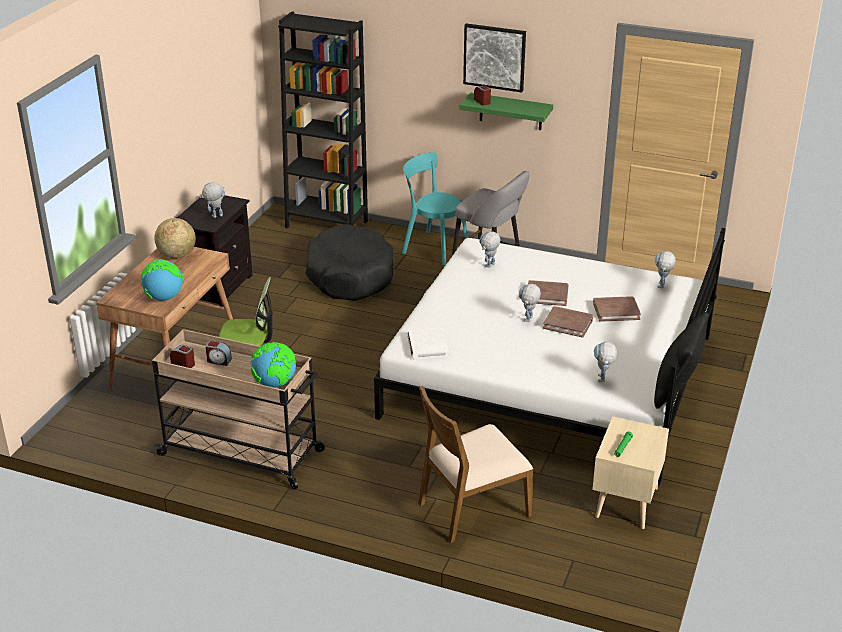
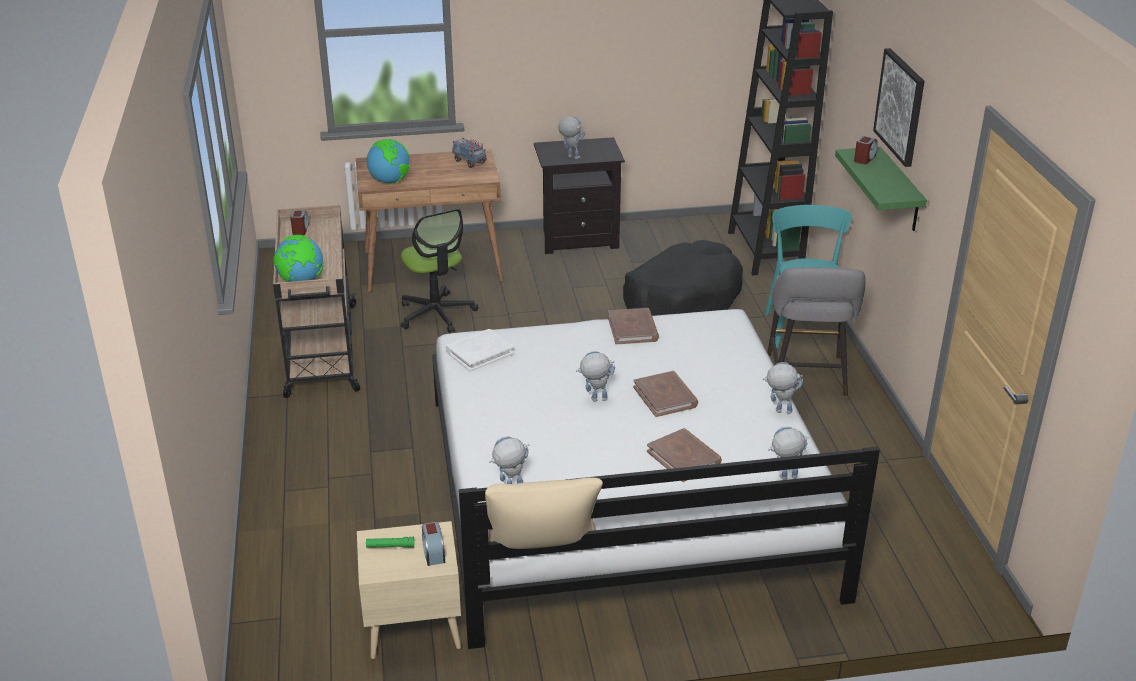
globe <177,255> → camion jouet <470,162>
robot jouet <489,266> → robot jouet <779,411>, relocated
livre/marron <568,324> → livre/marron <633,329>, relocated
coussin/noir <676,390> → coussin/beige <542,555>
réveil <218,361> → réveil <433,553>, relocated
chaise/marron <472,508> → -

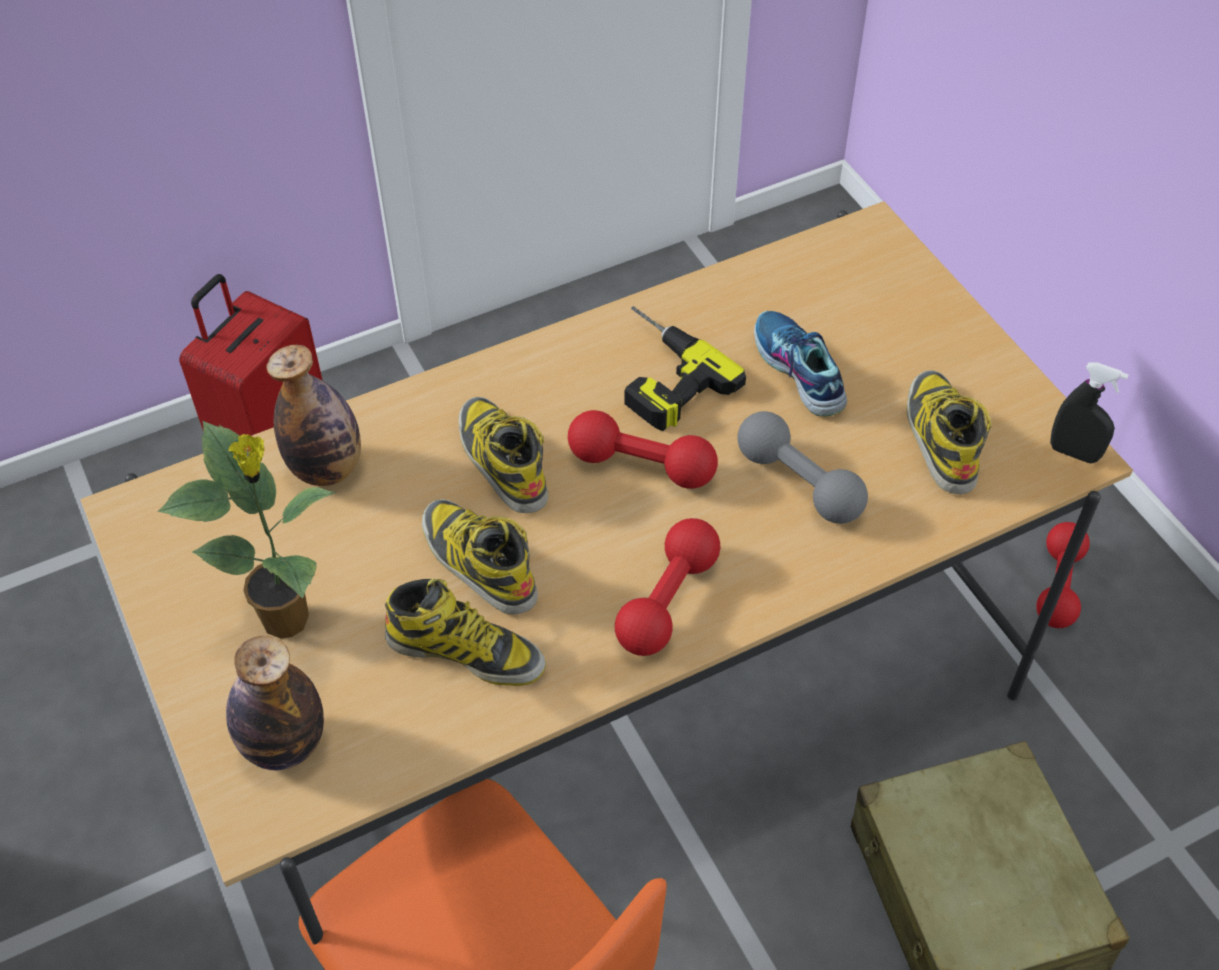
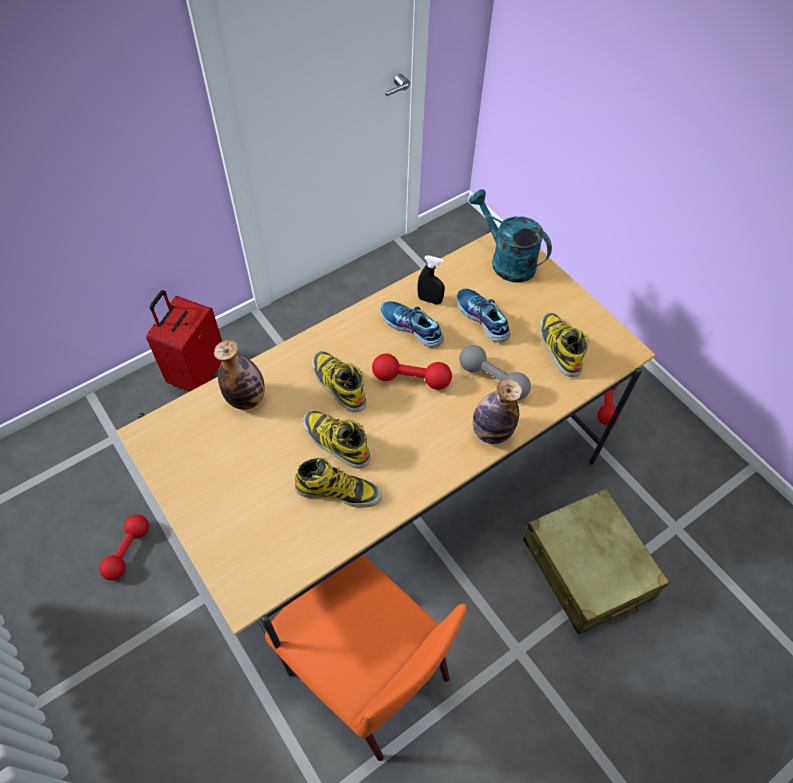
perceuse <657,374> → chaussure <411,328>
vaporisateur/noir <1074,453> → vaporisateur/noir <430,300>, relocated
plante en pot <289,620> → -
haltère/rouge <667,601> → haltère/rouge <128,551>, relocated
bouteille <284,743> → bouteille <491,432>, relocated
- → arrosoir/turquoise <506,260>

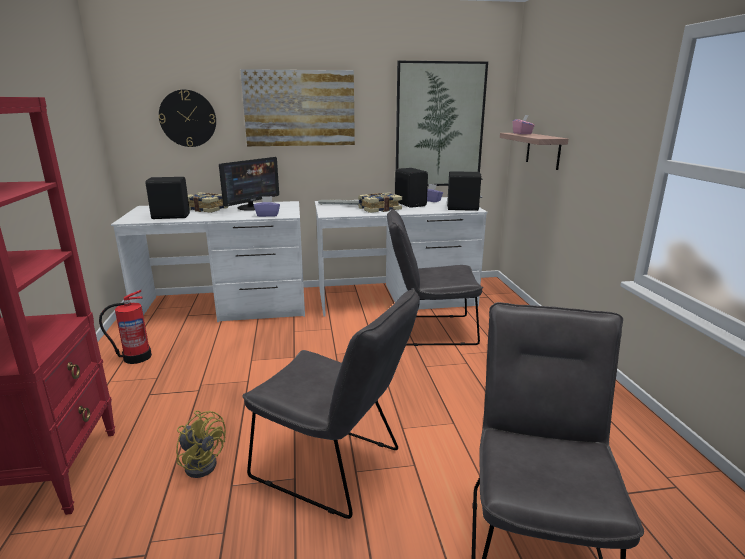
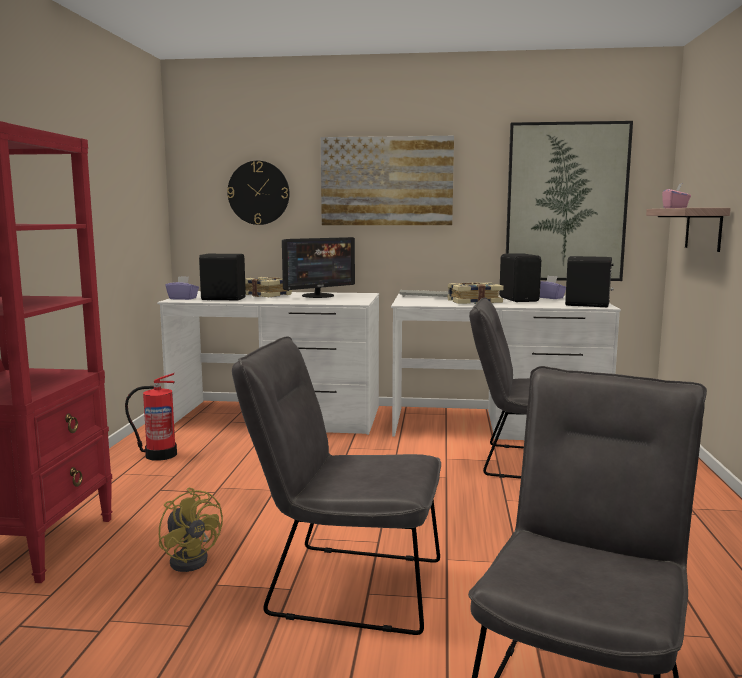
boîte à mouchoirs/violet <268,215> → boîte à mouchoirs/violet <183,298>, relocated
chaise/gris <335,467> → chaise/gris <343,585>, 150 degrees clockwise

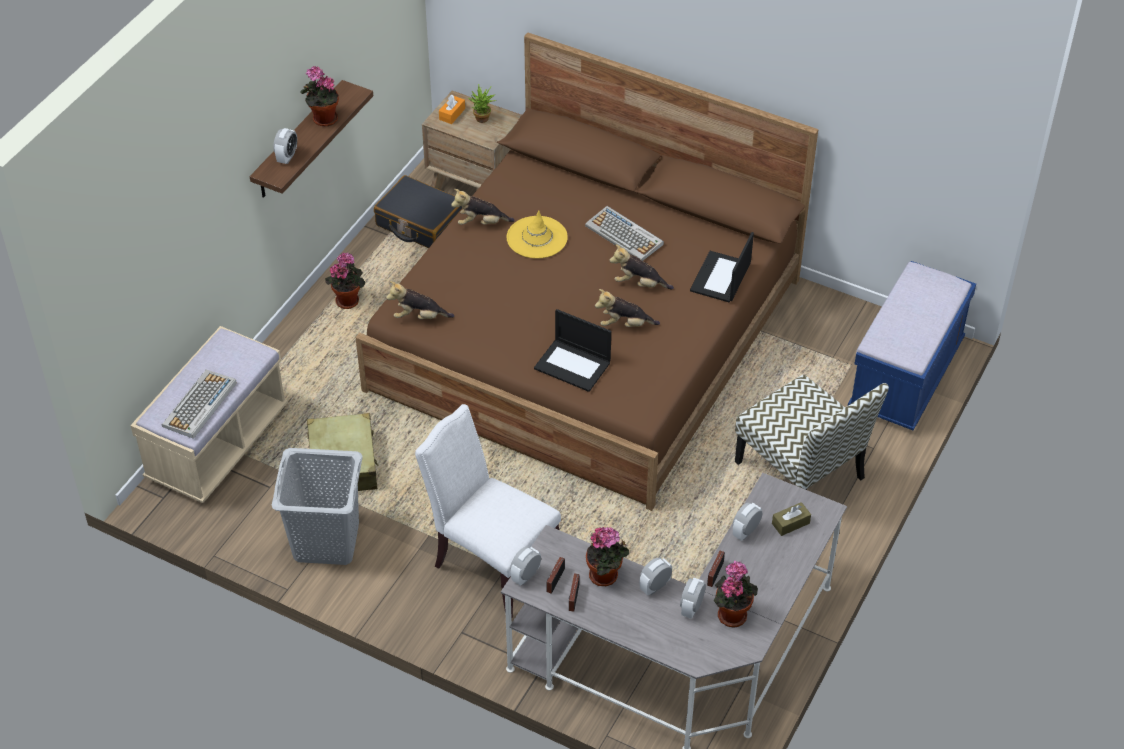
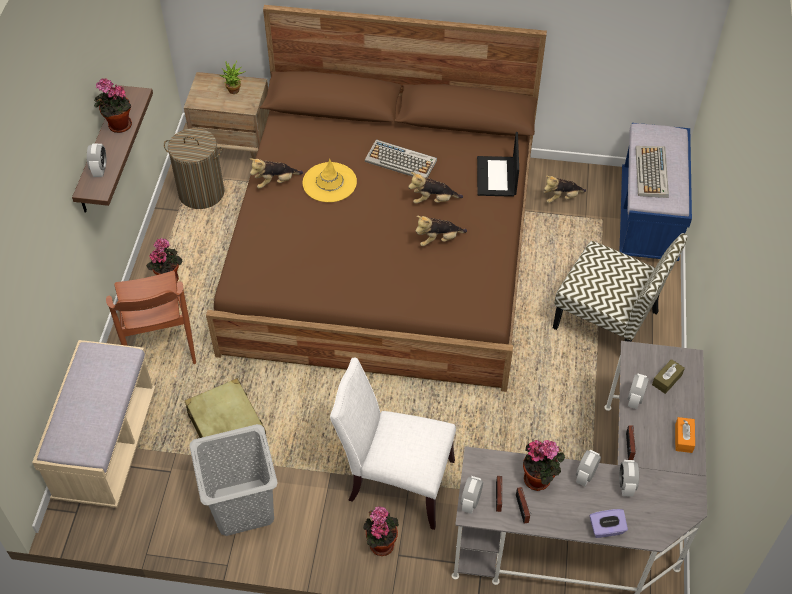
boîte à mouchoirs/orange <452,114> → boîte à mouchoirs/orange <683,438>, relocated
valise/noir <420,223> → panier à linge <201,192>
peluche <419,317> → peluche <561,198>, relocated
ordinateur portable <573,365> → -
clavier <199,405> → clavier <652,173>, relocated
plante en pot <731,613> → plante en pot <380,543>, relocated
- → chaise/marron <159,342>
- → boîte à mouchoirs/violet <606,529>

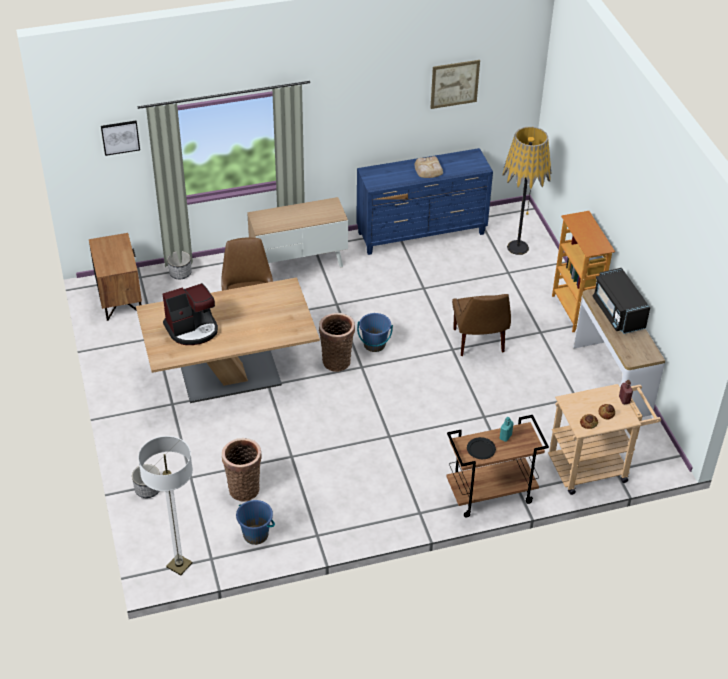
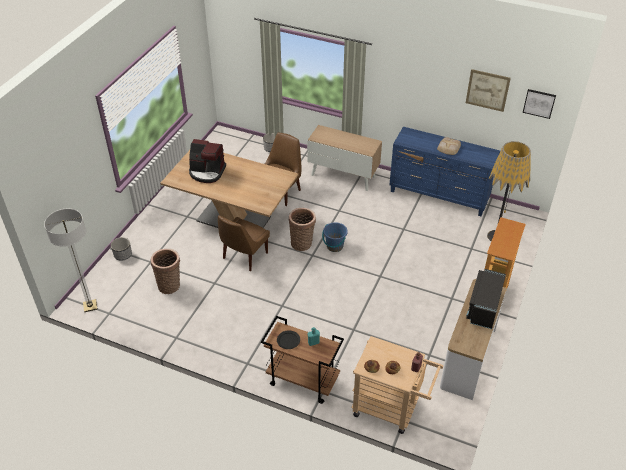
tableau <120,137> → tableau <539,103>, relocated
table de chevet/marron <119,298> → -
chaise/marron <479,342> → chaise/marron <244,256>, relocated
seau/bleu <256,534> → -

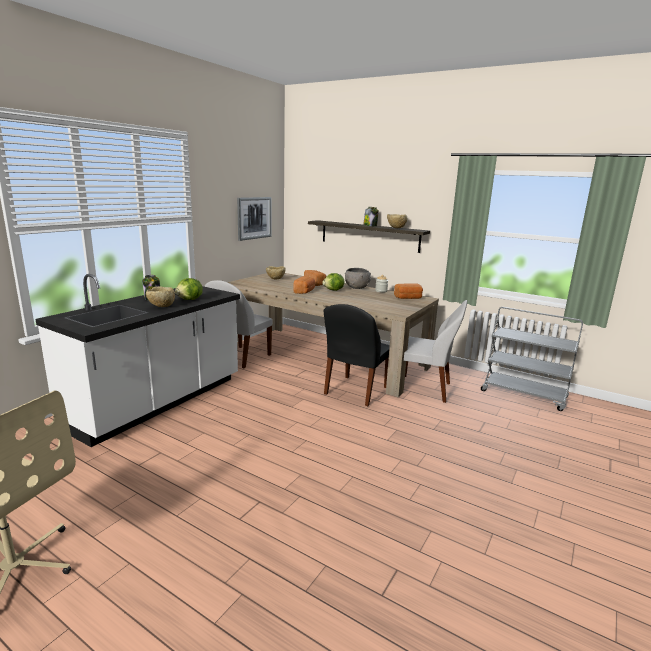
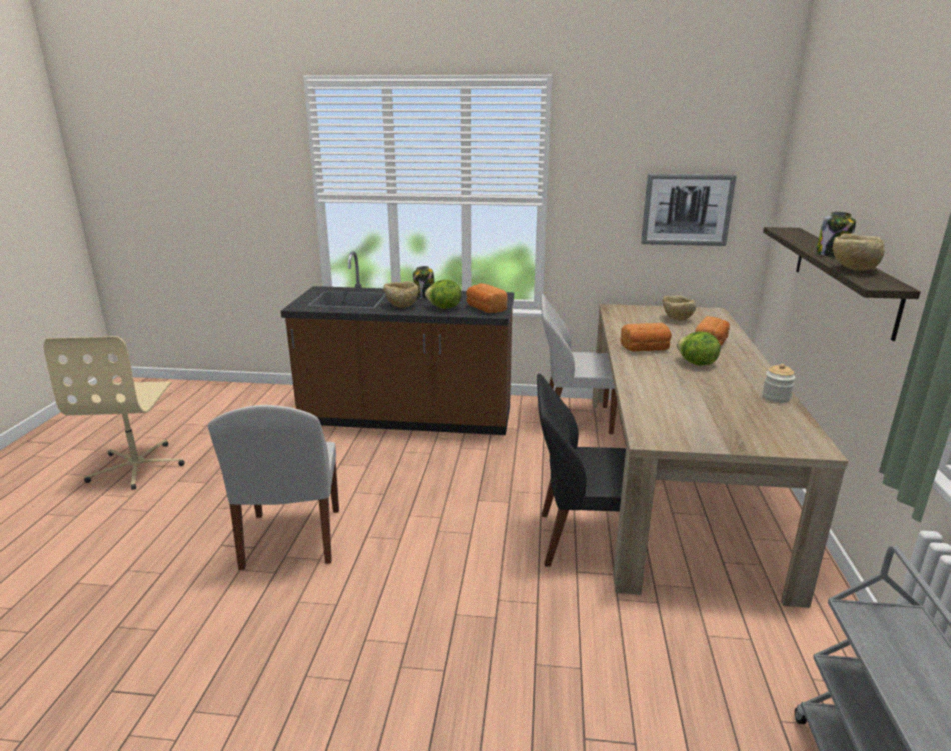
bol/gris <357,287> → -
comptoir de cuisine/blanc <158,402> → comptoir de cuisine/marron <408,418>
pain <408,298> → pain <485,309>, relocated
chaise/blanc <425,389> → chaise/blanc <291,540>, relocated

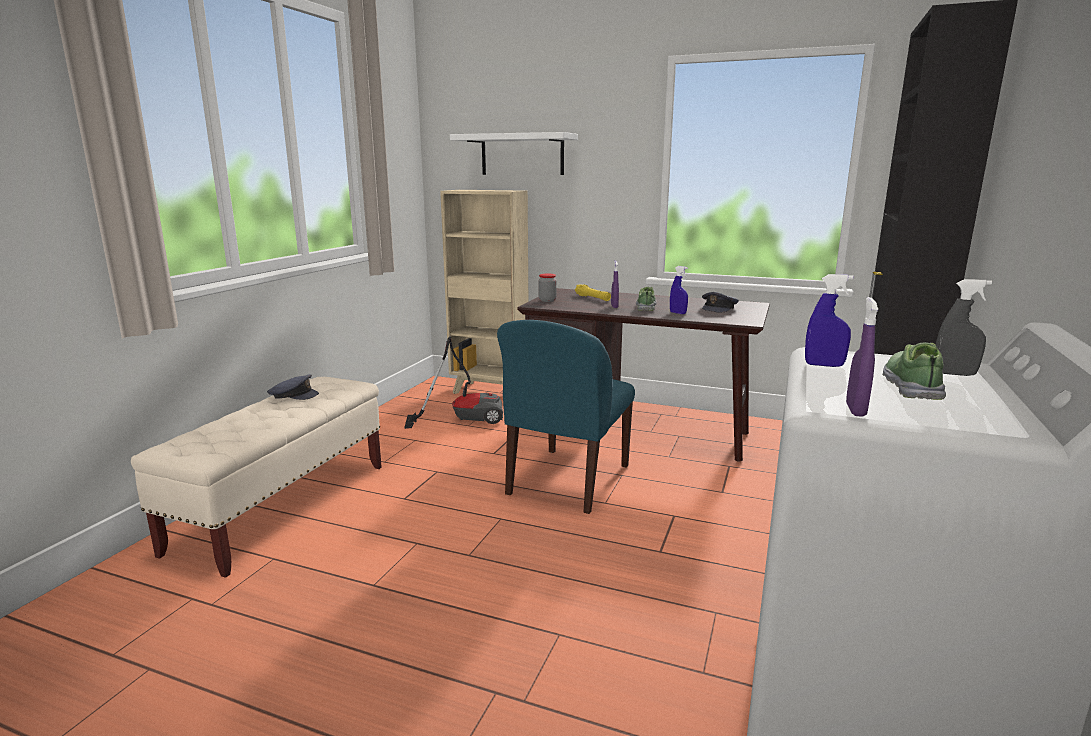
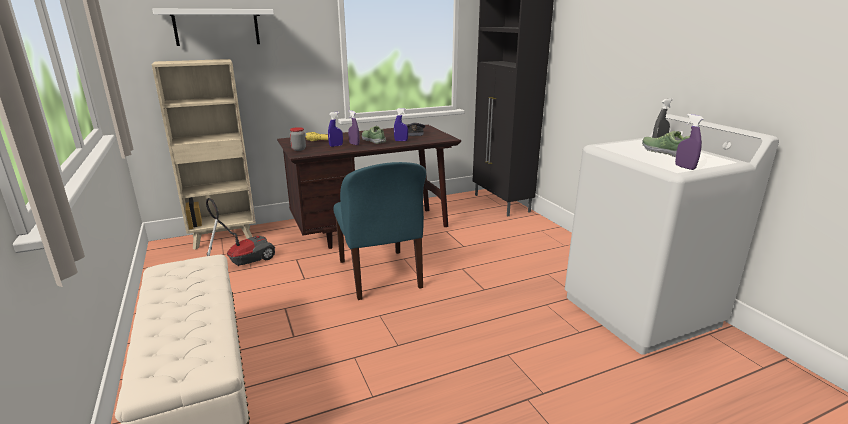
vaporisateur/bleu <824,365> → vaporisateur/bleu <336,146>, relocated
casquette/gris <293,395> → -

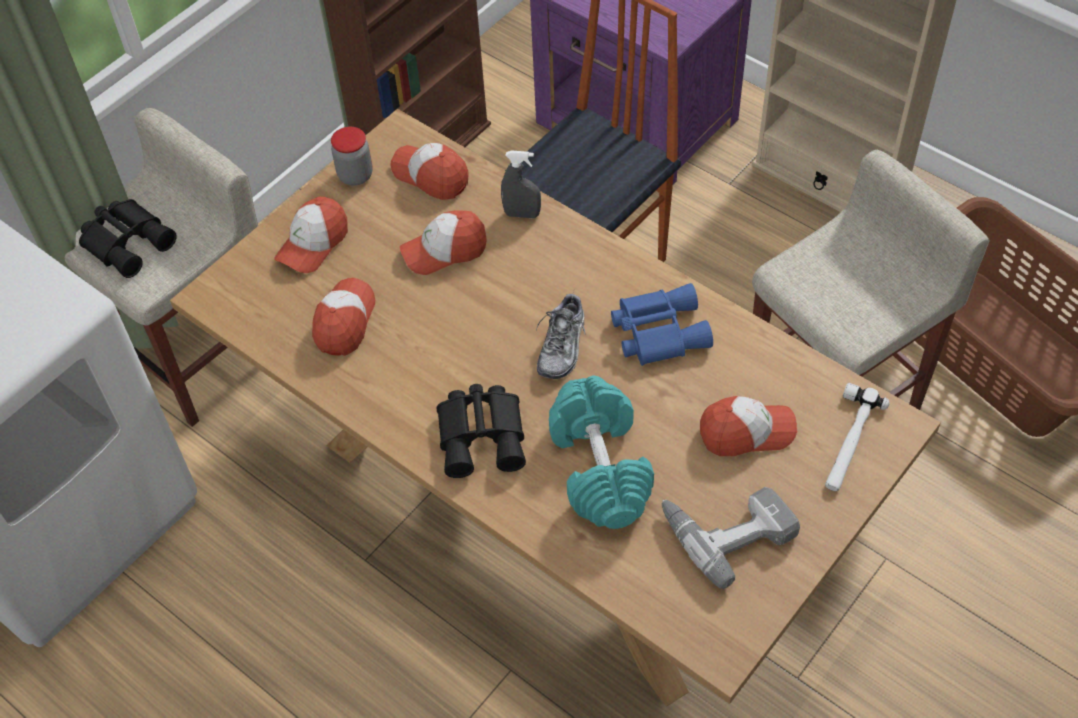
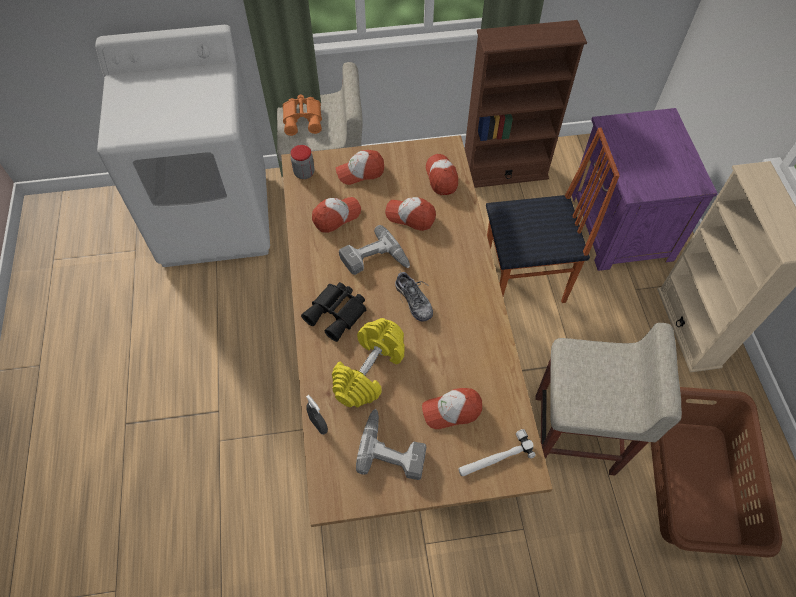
bocal <355,175> → bocal <304,173>, relocated
vaporisateur/gris <522,214> → vaporisateur/gris <318,425>, relocated
jumelles/noir <128,241> → jumelles/orange <303,119>
jumelles/bleu <657,330> → -
chaussure <562,346> → chaussure <413,301>, 90 degrees counterclockwise
haltère/turquoise <601,468> → haltère/jaune <369,370>
casquette <746,432> → casquette <451,410>, 135 degrees clockwise
- → perceuse <375,261>

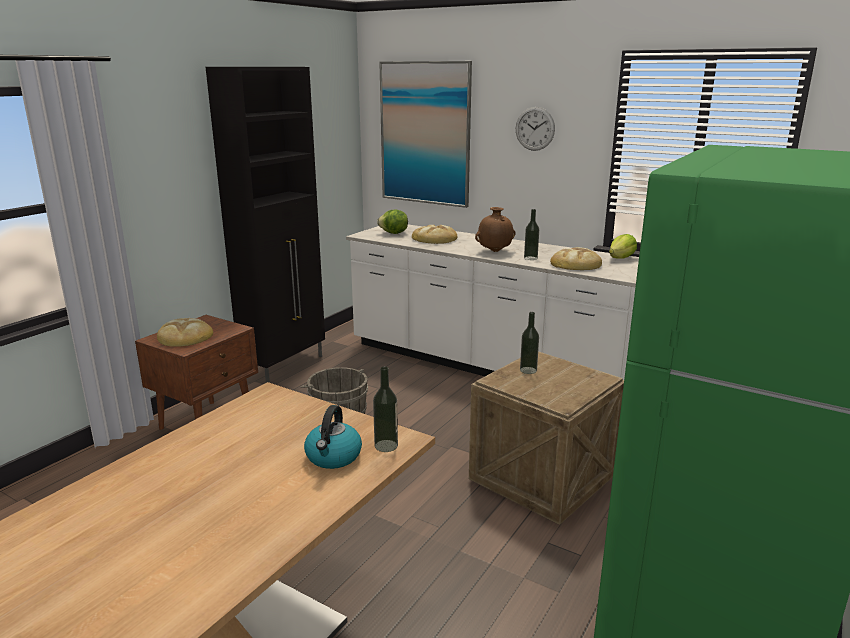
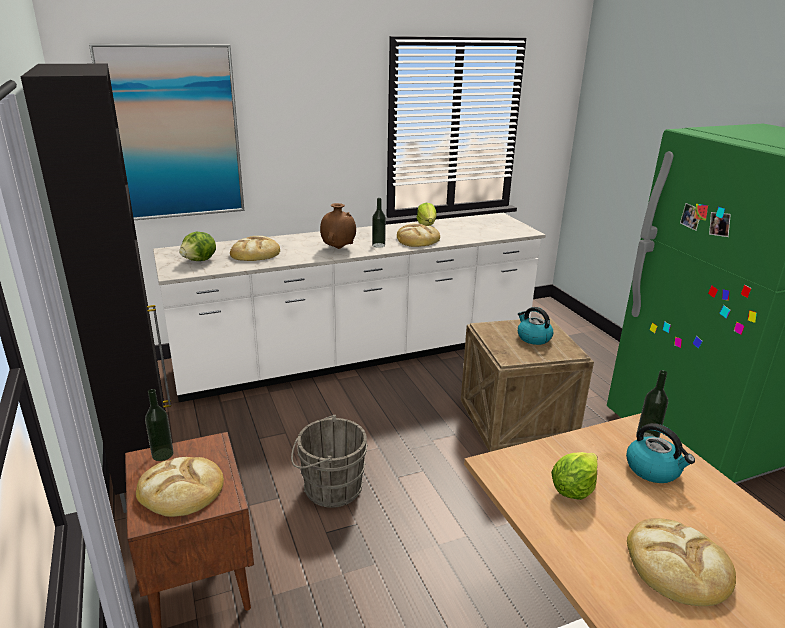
horloge murale <535,128> → -
bouteille <528,370> → bouteille <162,454>, relocated
- → bouilloire <533,338>
- → laitue <573,489>
- → pain <677,565>

